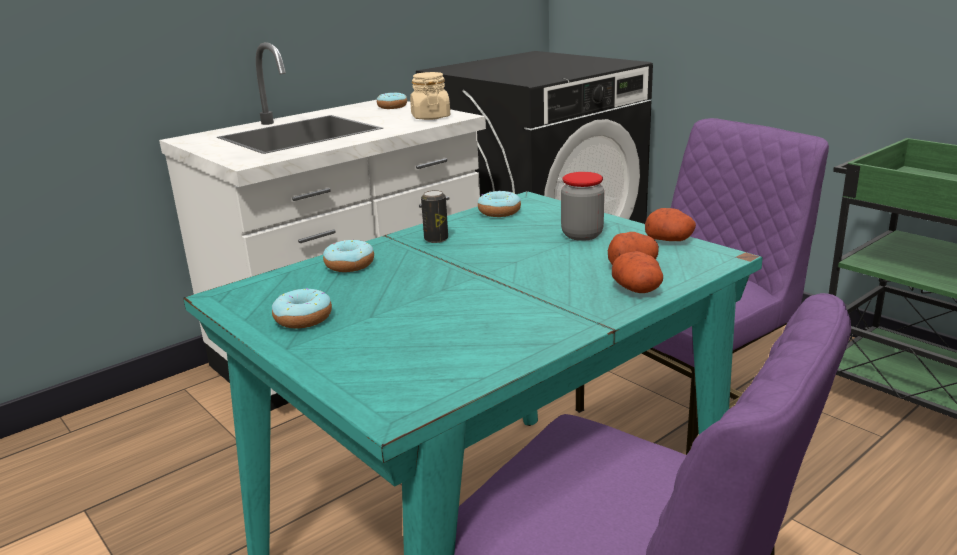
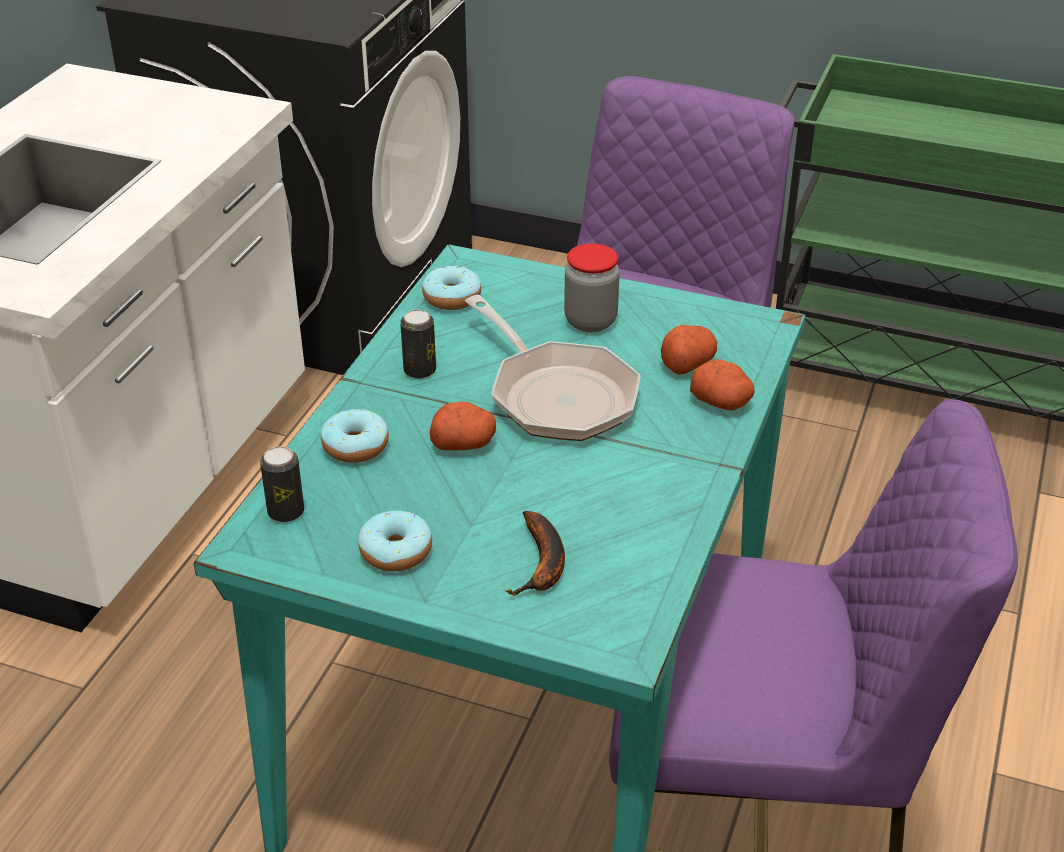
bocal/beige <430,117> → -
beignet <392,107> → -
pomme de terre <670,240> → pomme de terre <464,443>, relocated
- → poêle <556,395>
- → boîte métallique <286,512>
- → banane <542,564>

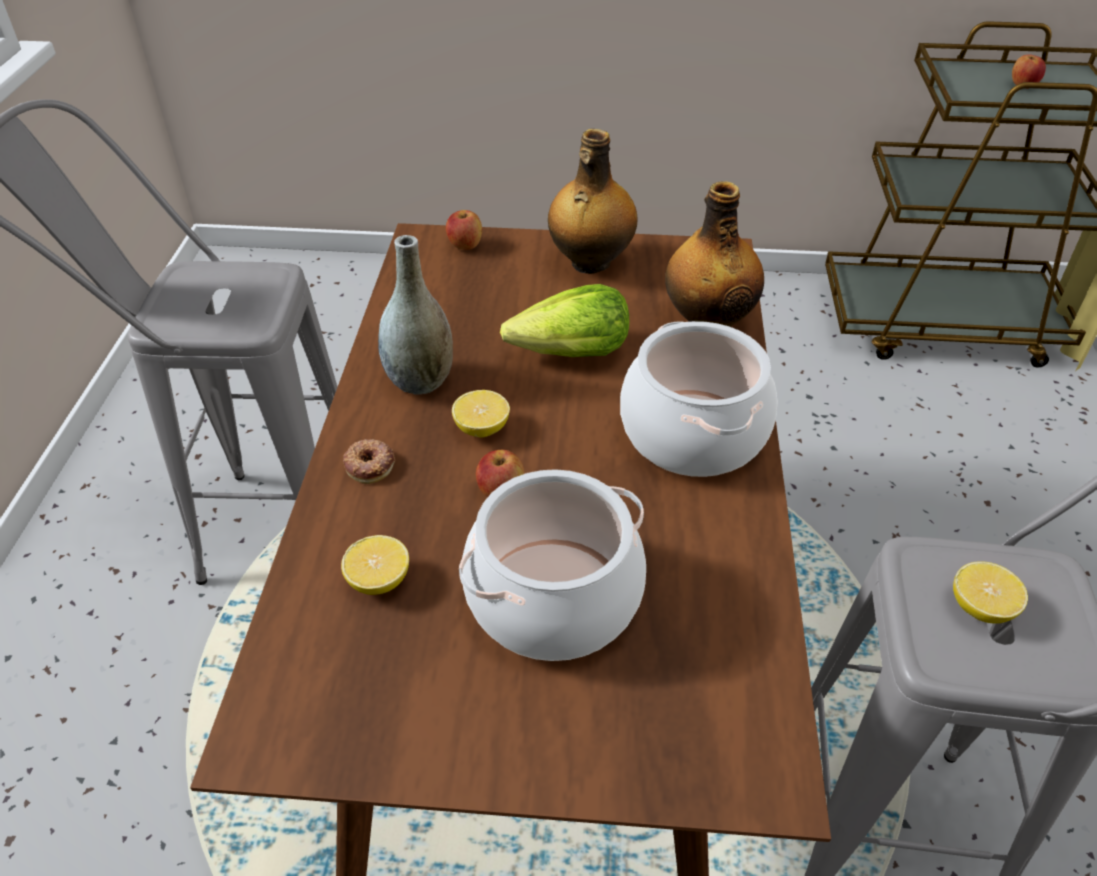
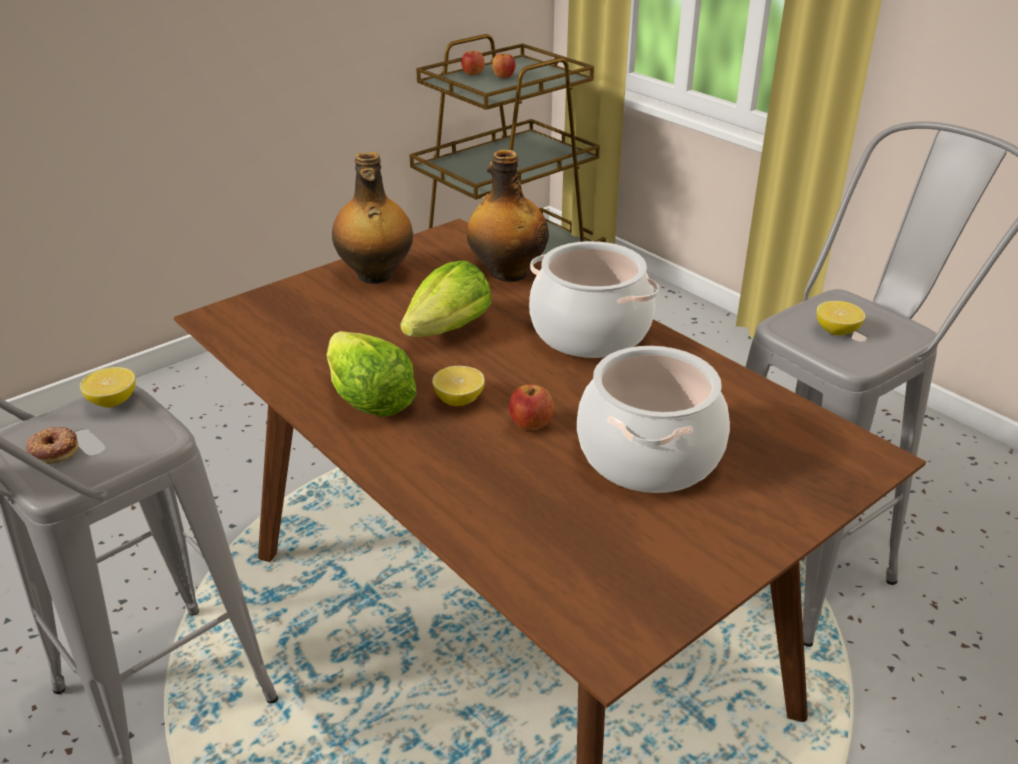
pomme <465,246> → pomme <473,74>, relocated
vase/gris <420,381> → laitue <368,398>
beignet <370,464> → beignet <54,449>, relocated
citron <379,581> → citron <113,401>, relocated

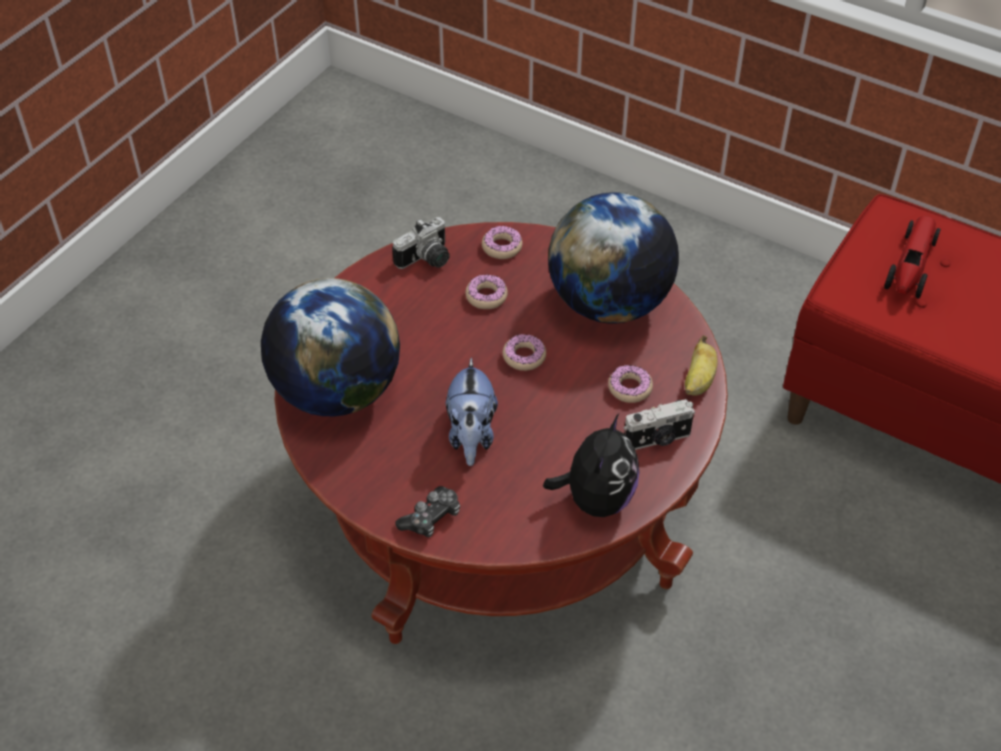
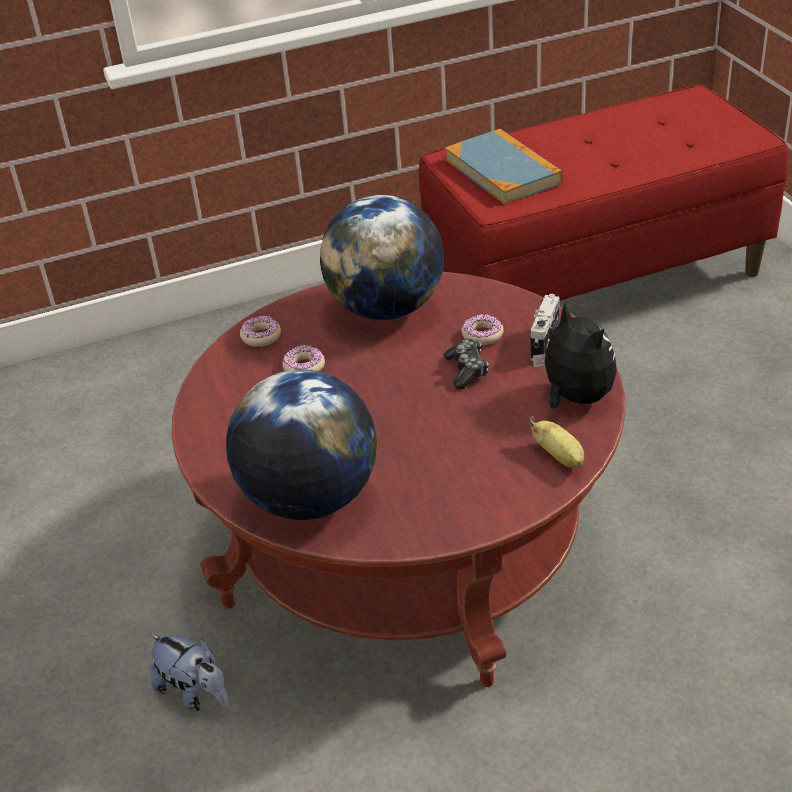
petite voiture <911,266> → livre <503,171>
appareil photo <427,260> → -
beignet <524,356> → -
banane <698,381> → banane <559,457>, relocated
peluche <471,435> → peluche <195,693>, relocated
manette <431,518> → manette <467,370>, relocated

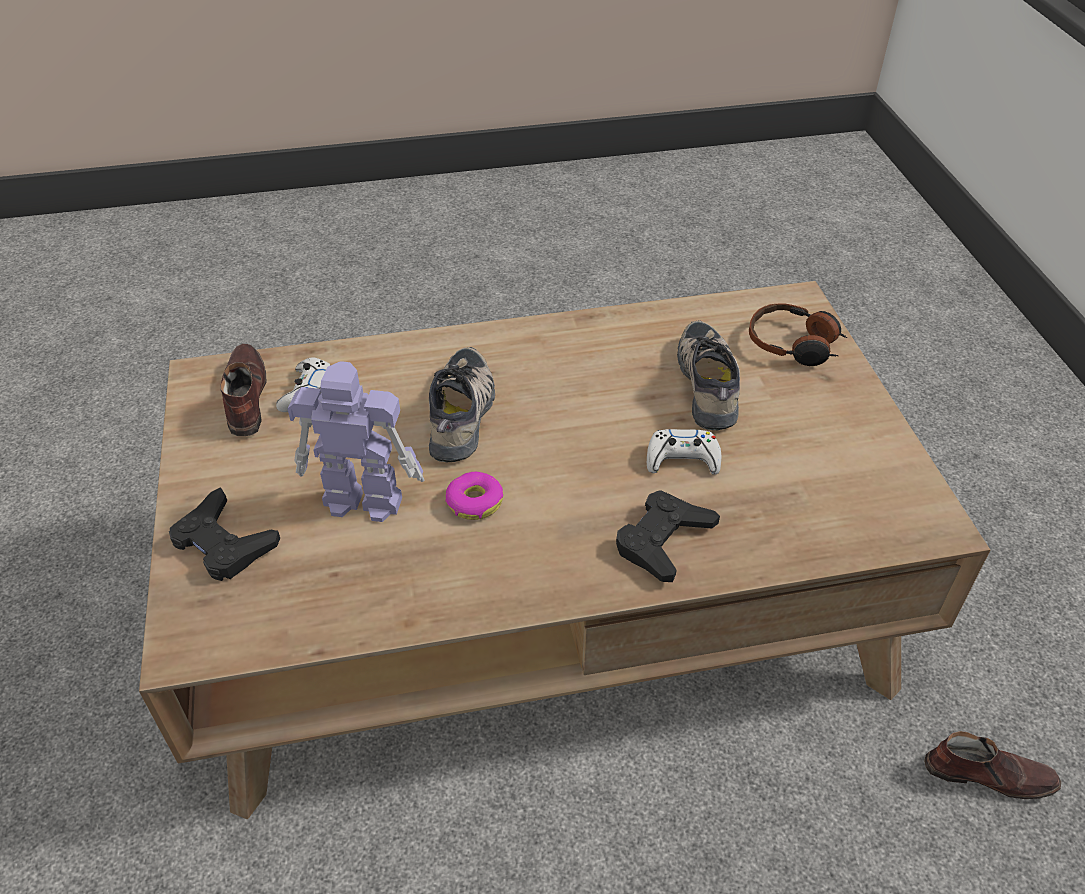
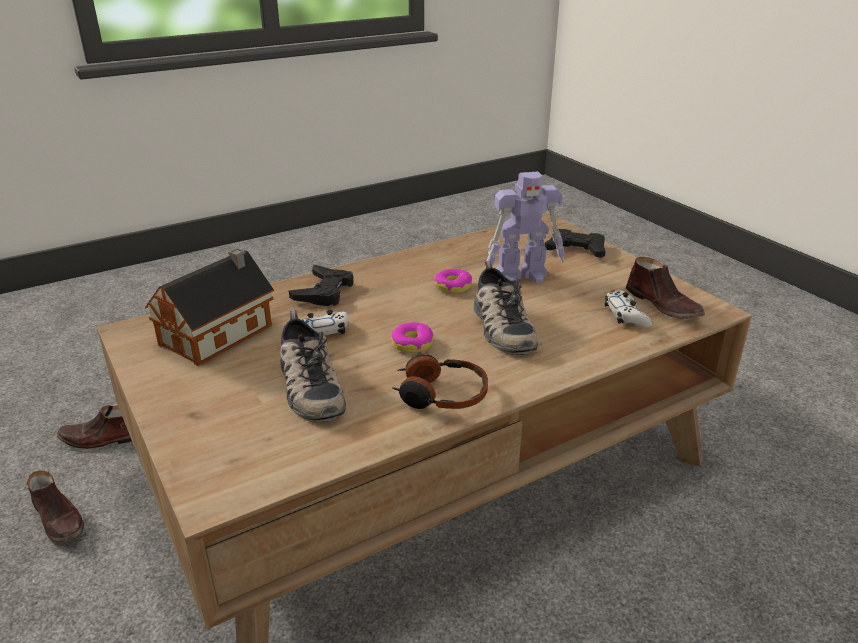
casque audio <794,344> → casque audio <440,395>, relocated
- → maison miniature <221,333>
- → beignet <412,344>
- → chaussure/marron <59,519>

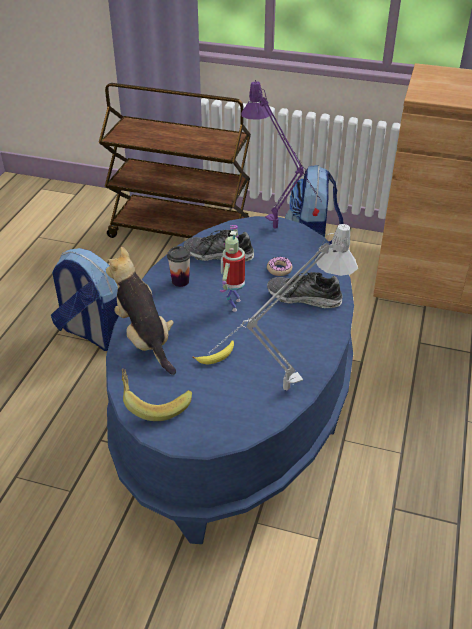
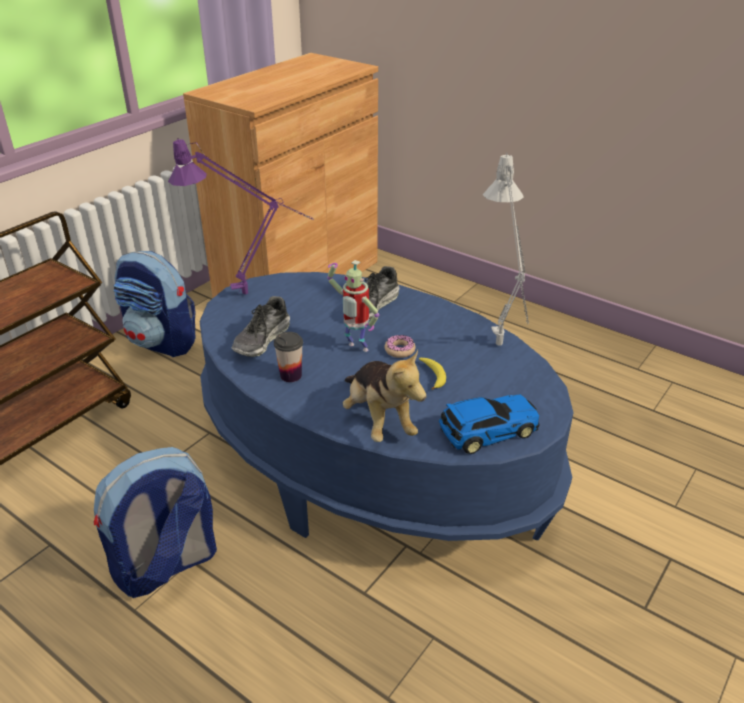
peluche <145,339> → peluche <379,420>, 105 degrees counterclockwise
beignet <279,269> → beignet <399,350>, relocated
banane <154,403> → petite voiture <486,431>

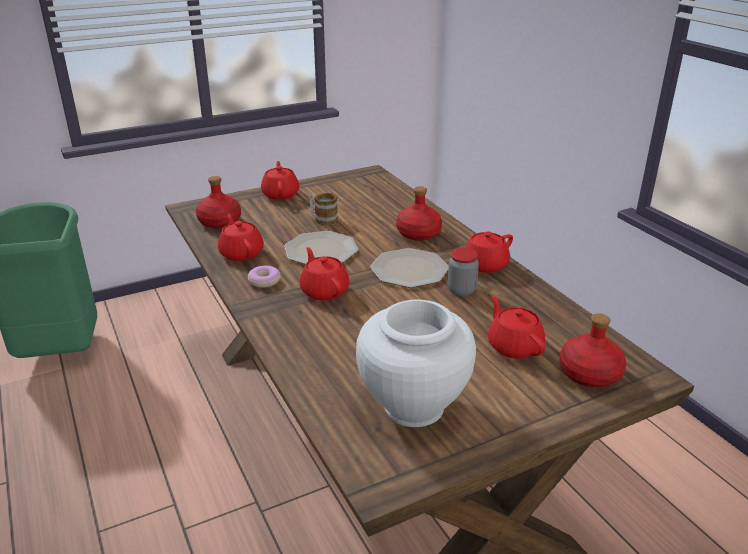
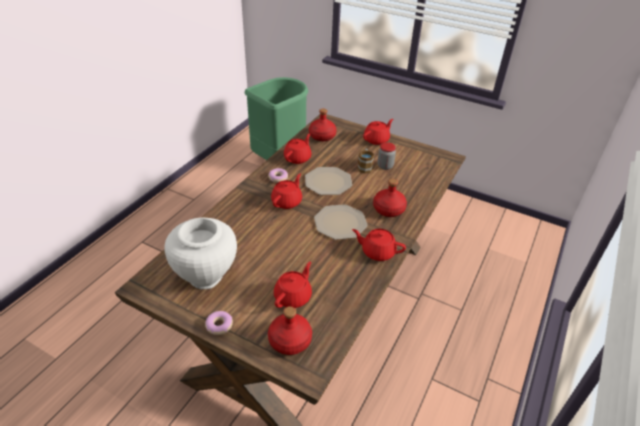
bocal <461,290> → bocal <385,166>, relocated
- → beignet <219,325>

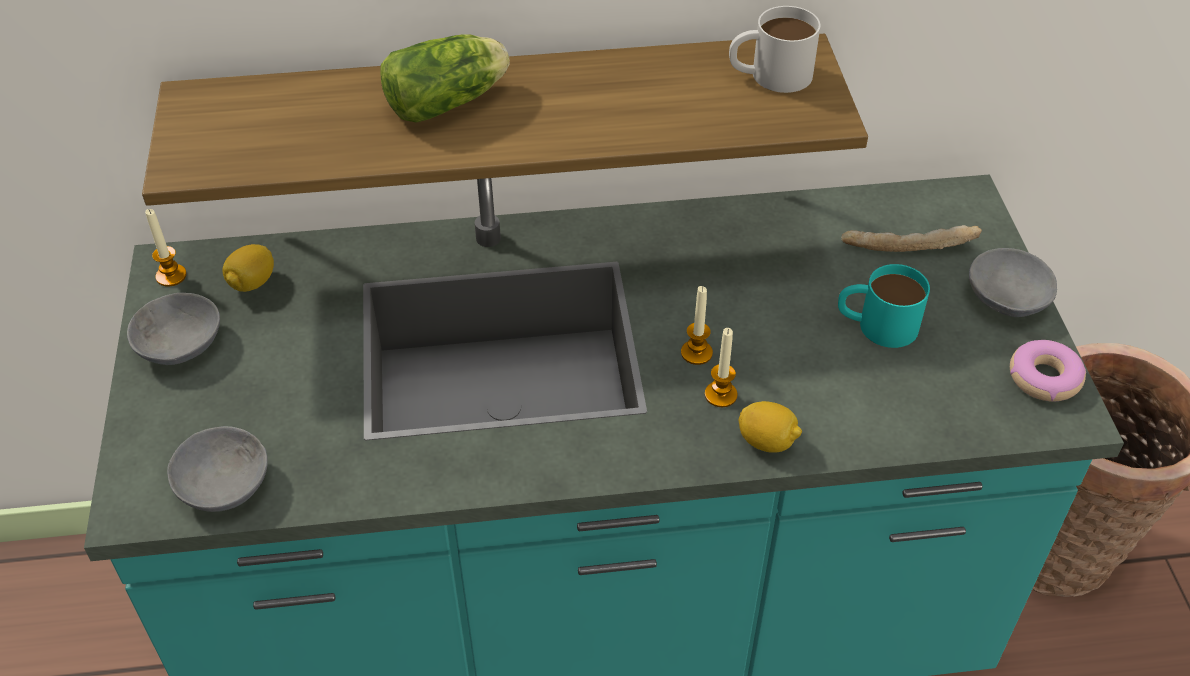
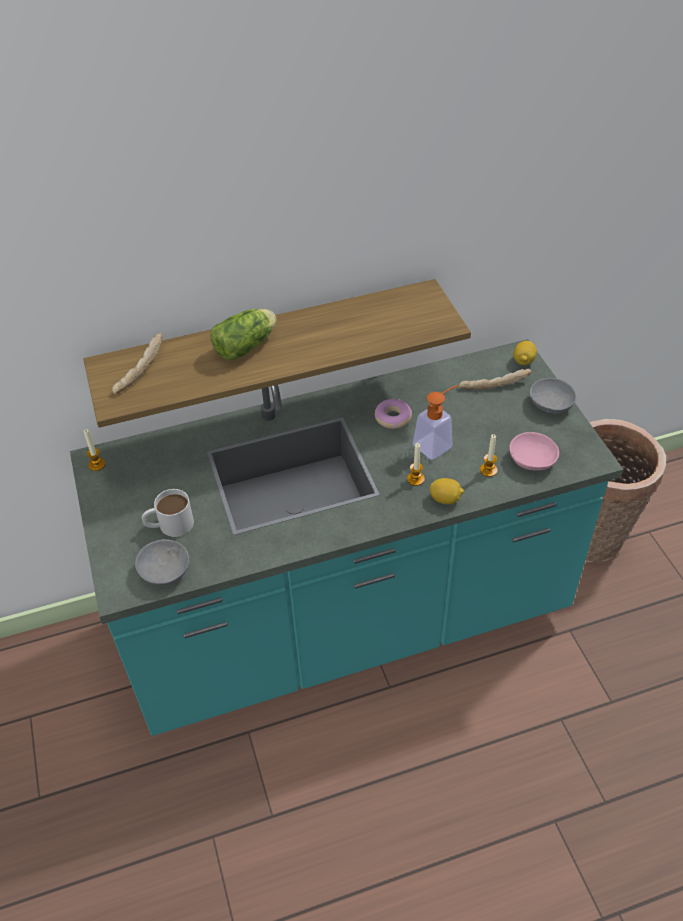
mug/blanc <769,75> → mug/blanc <169,525>, relocated
citron <252,283> → citron <523,361>, relocated
mug/turquoise <876,324> → -
bougie <696,353> → bougie <488,470>, relocated
bol/gris <180,346> → -
beignet <1044,378> → beignet <392,418>, relocated
- → pain <139,370>
- → distributeur de savon <437,443>
- → bol/rose <533,459>

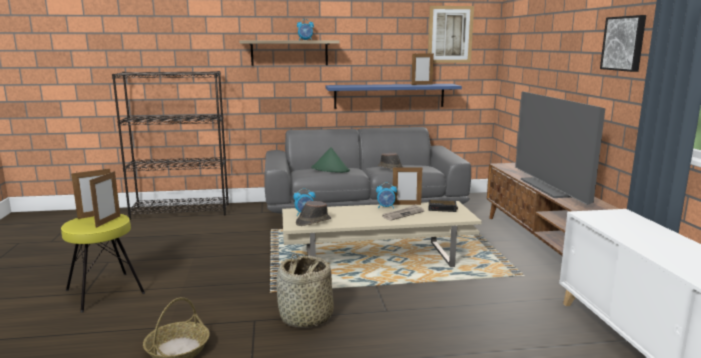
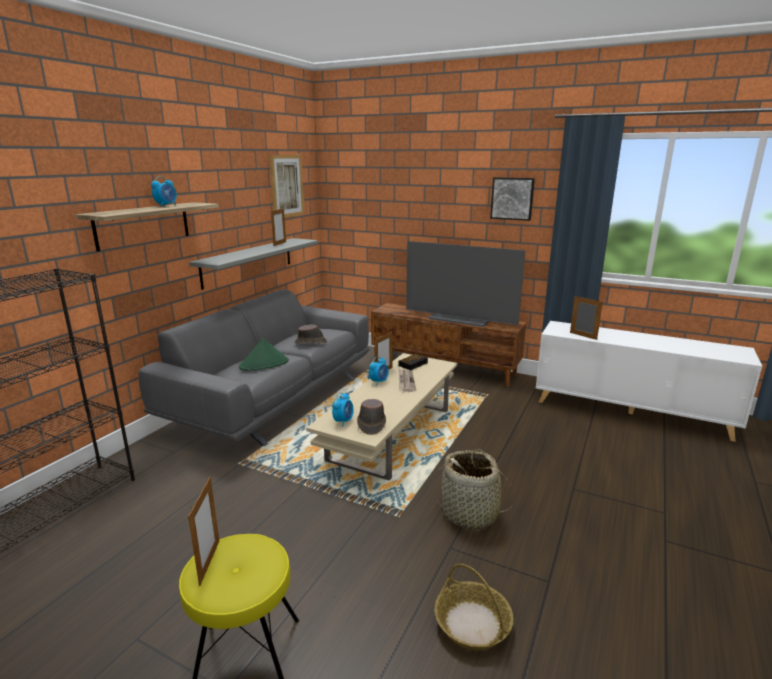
étagère/bleu <389,96> → étagère/gris <248,262>
cadre photo <108,221> → cadre photo <583,336>, relocated

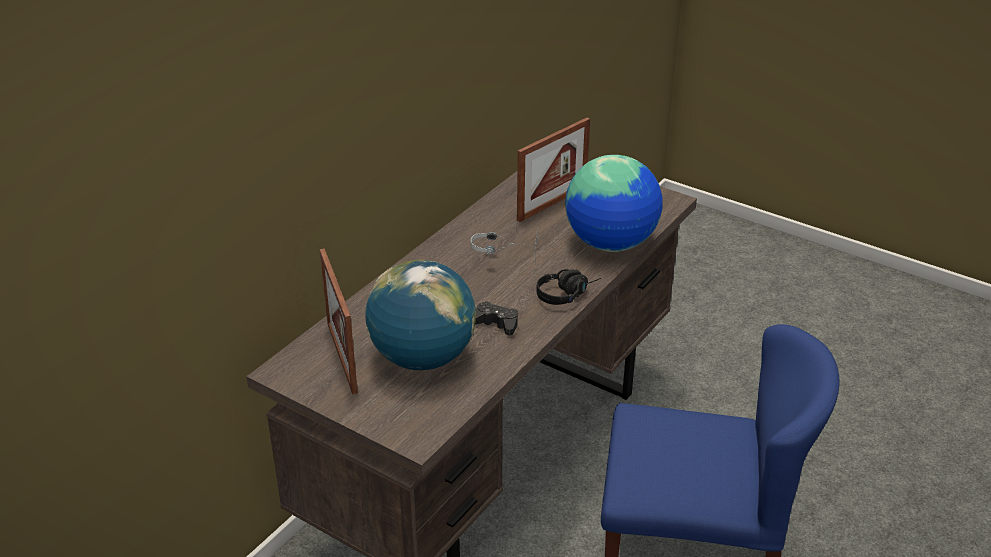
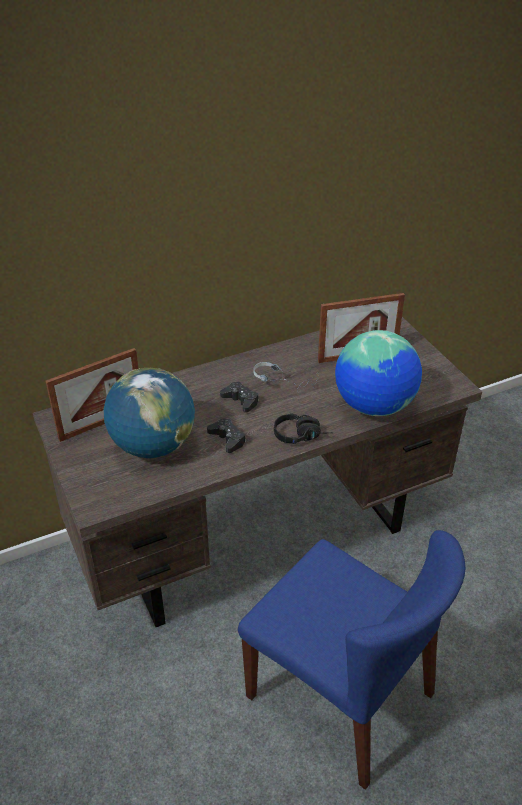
cadre photo <342,357> → cadre photo <101,423>, 135 degrees counterclockwise
- → manette/noir <241,400>

